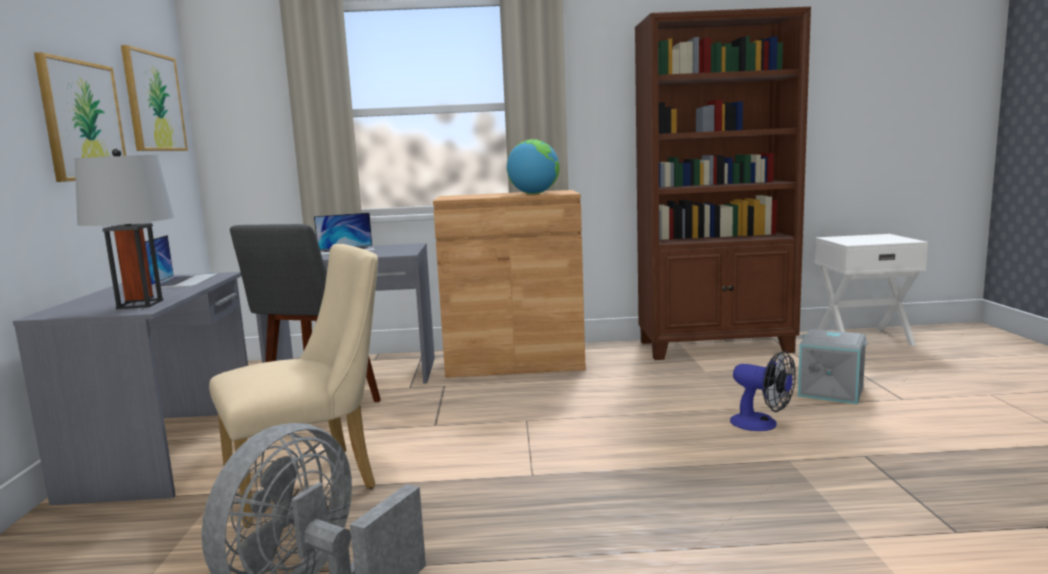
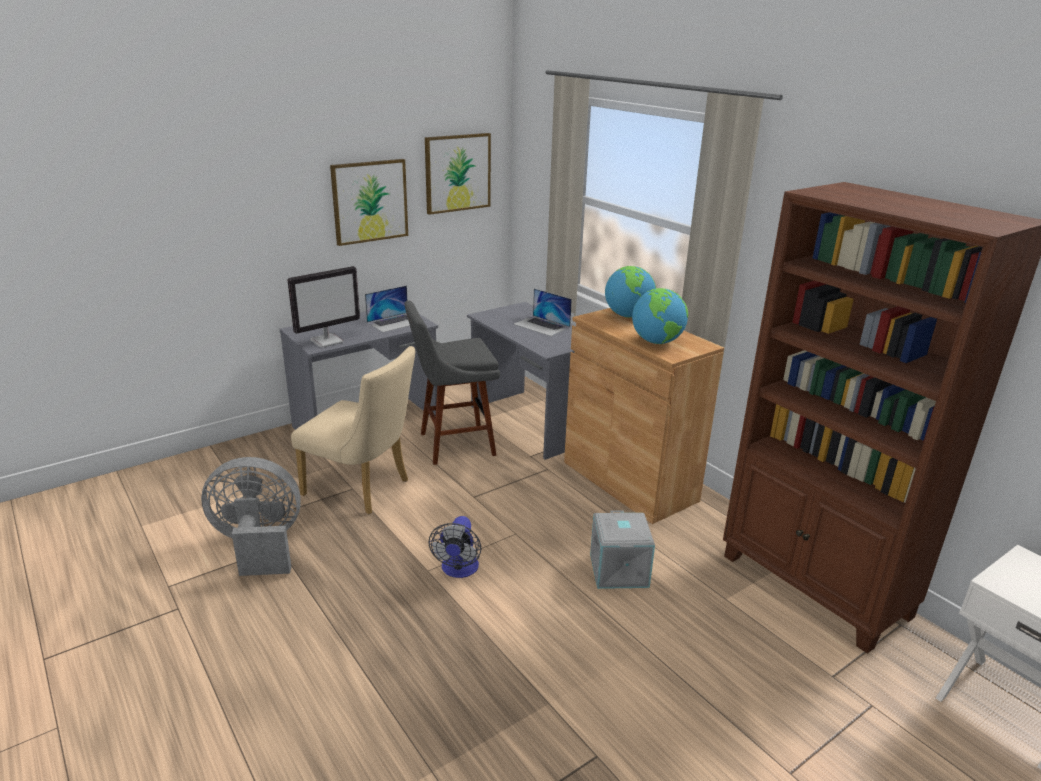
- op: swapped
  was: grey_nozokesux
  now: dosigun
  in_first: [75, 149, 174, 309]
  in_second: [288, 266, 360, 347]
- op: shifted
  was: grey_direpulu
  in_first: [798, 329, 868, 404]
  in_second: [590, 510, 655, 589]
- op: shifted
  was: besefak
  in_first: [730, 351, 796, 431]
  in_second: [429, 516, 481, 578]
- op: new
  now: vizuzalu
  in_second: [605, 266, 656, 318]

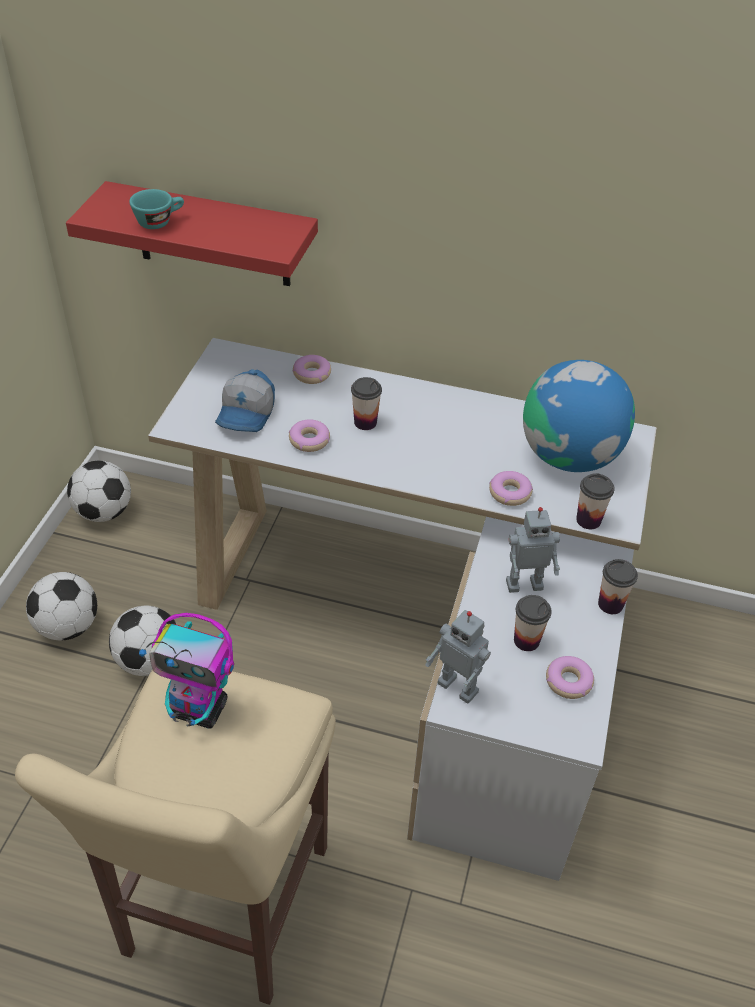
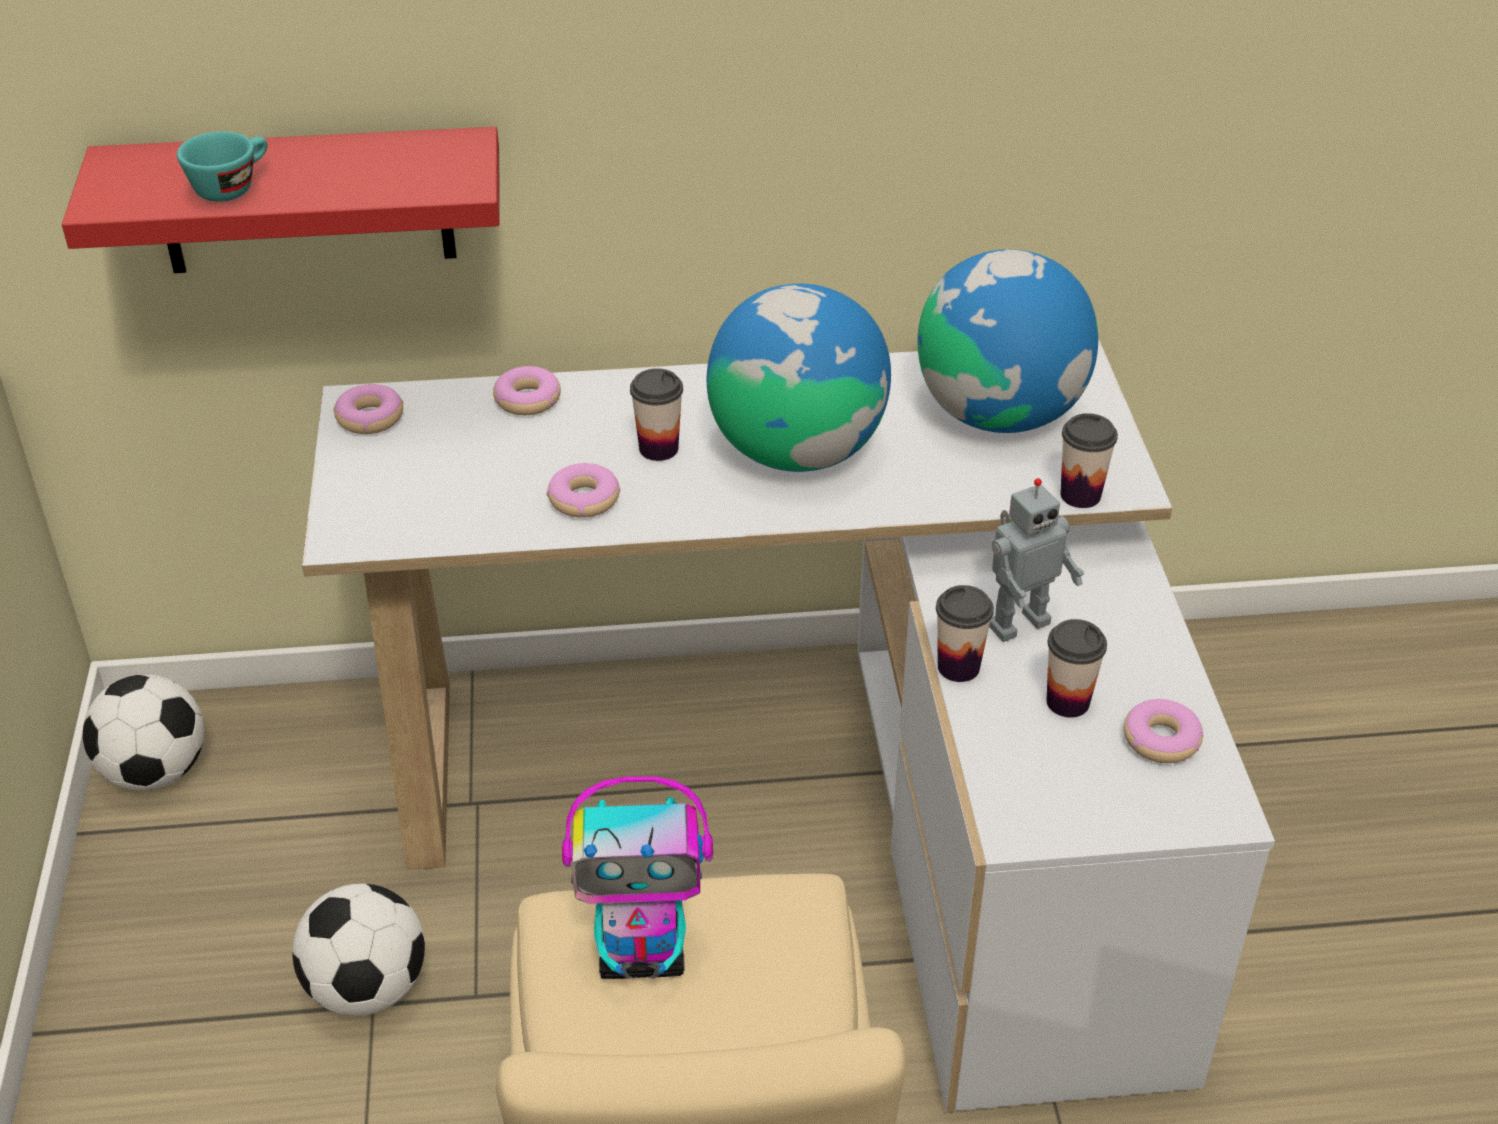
- op: gone
  was: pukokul
  in_first: [215, 369, 275, 432]
- op: shifted
  was: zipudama
  in_first: [489, 471, 533, 506]
  in_second: [334, 384, 403, 434]
- op: shifted
  was: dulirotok
  in_first: [598, 559, 638, 614]
  in_second: [936, 585, 994, 682]
- op: gone
  was: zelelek
  in_first: [26, 572, 97, 640]
- op: gone
  was: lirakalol
  in_first: [425, 610, 491, 704]
- op: new
  now: vizuzalu
  in_second: [707, 284, 891, 472]

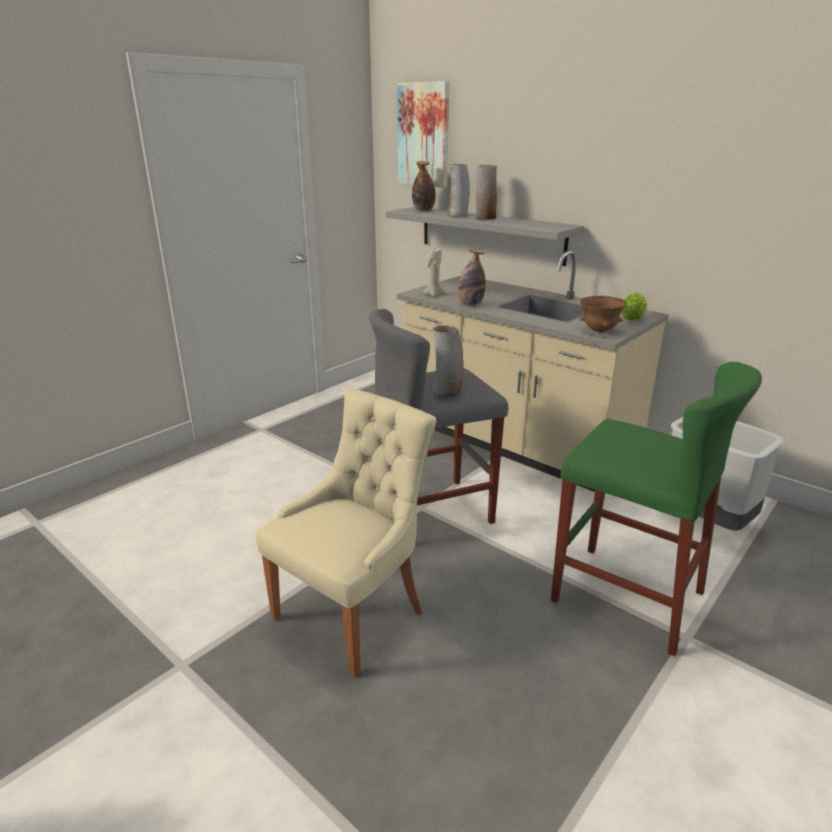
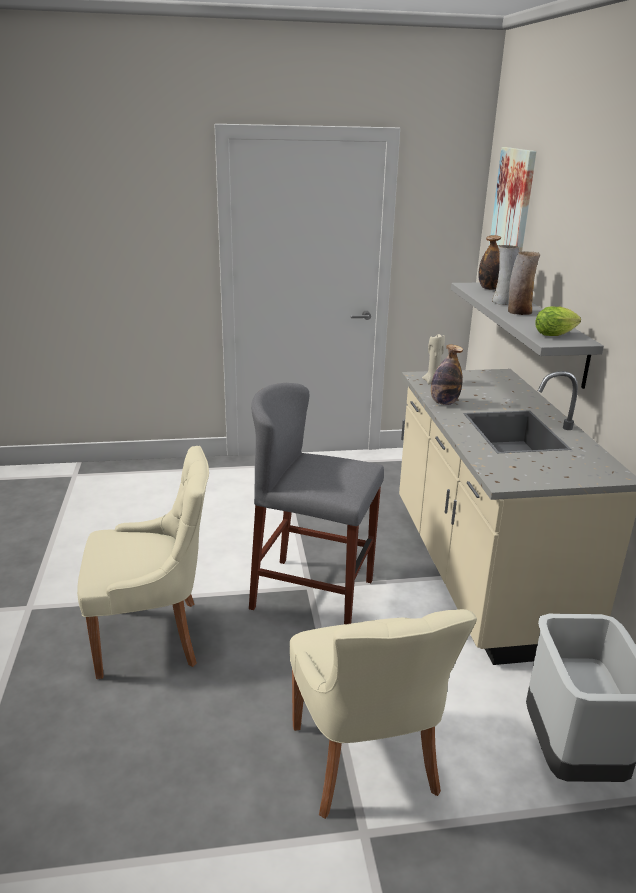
- op: shifted
  was: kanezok
  in_first: [621, 293, 647, 321]
  in_second: [535, 306, 581, 336]
- op: gone
  was: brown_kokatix
  in_first: [580, 296, 627, 332]
- op: gone
  was: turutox
  in_first: [433, 325, 464, 397]
- op: swapped
  was: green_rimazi
  now: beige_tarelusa
  in_first: [551, 362, 762, 657]
  in_second: [290, 609, 477, 819]

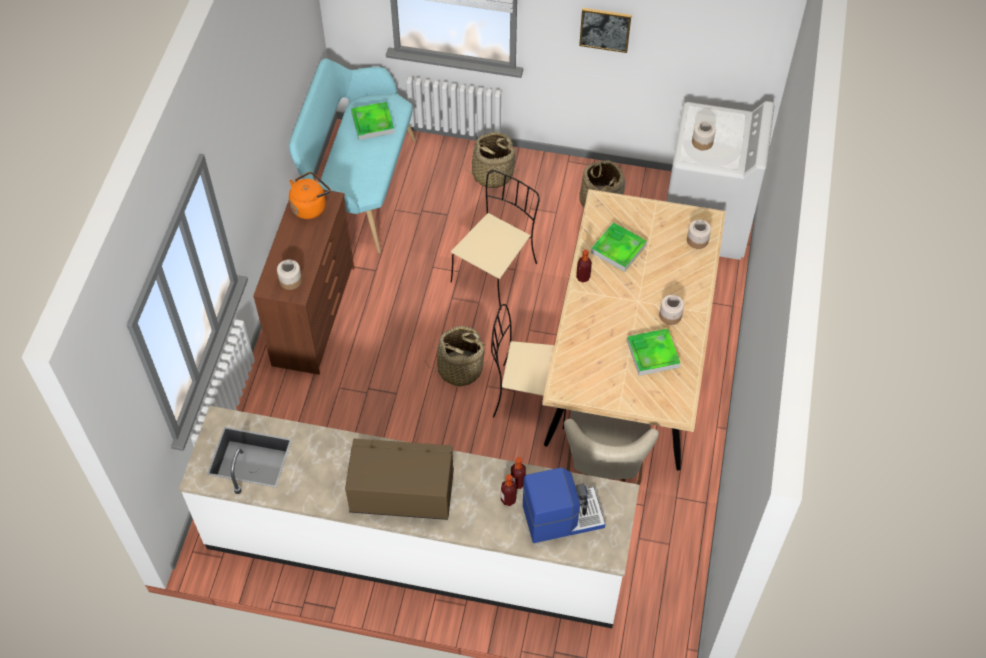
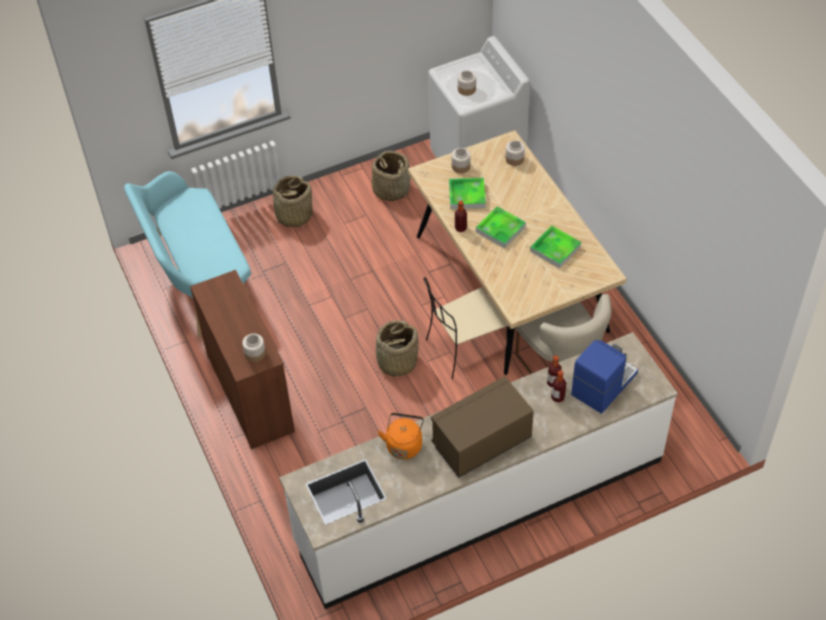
- op: gone
  was: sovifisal
  in_first: [579, 8, 631, 53]
- op: shifted
  was: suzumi
  in_first: [351, 102, 395, 140]
  in_second: [476, 206, 526, 248]
- op: gone
  was: beige_tarelusa
  in_first: [451, 170, 539, 310]
- op: shifted
  was: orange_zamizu
  in_first: [289, 172, 331, 219]
  in_second: [378, 413, 424, 459]
- op: shifted
  was: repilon
  in_first: [659, 295, 684, 325]
  in_second: [452, 148, 470, 173]

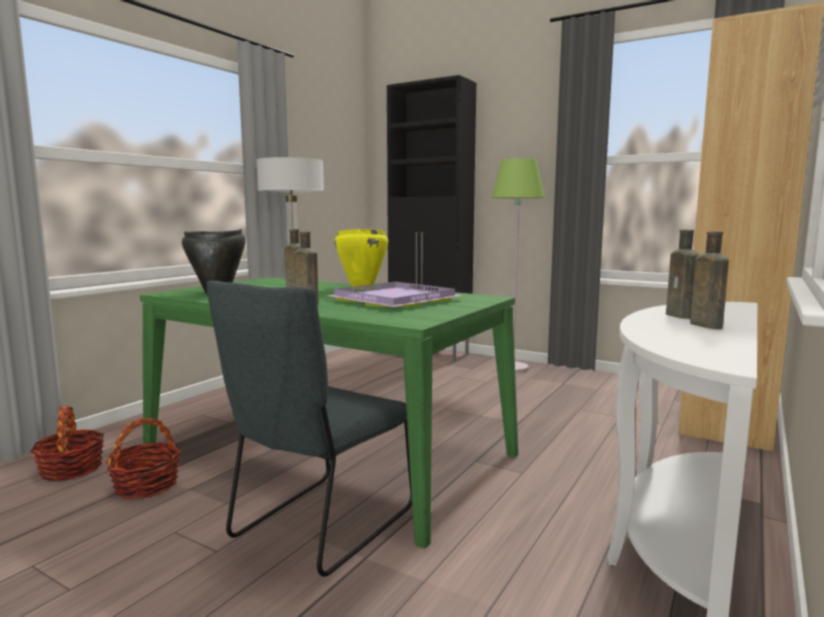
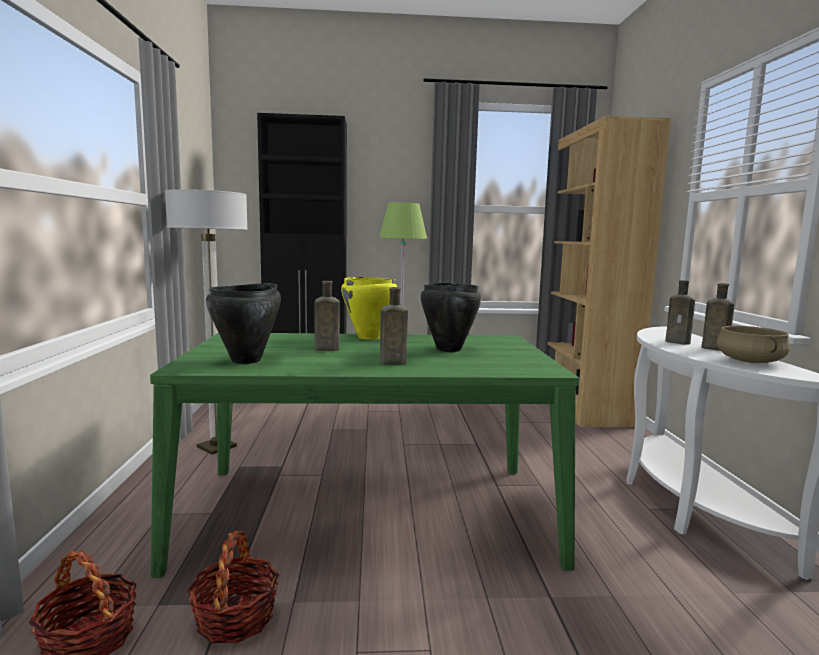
- op: gone
  was: grey_tarelusa
  in_first: [206, 280, 412, 577]
- op: swapped
  was: purple_suzumi
  now: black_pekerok
  in_first: [327, 282, 463, 307]
  in_second: [421, 283, 481, 352]
- op: new
  now: beige_pekerok
  in_second: [716, 326, 790, 363]

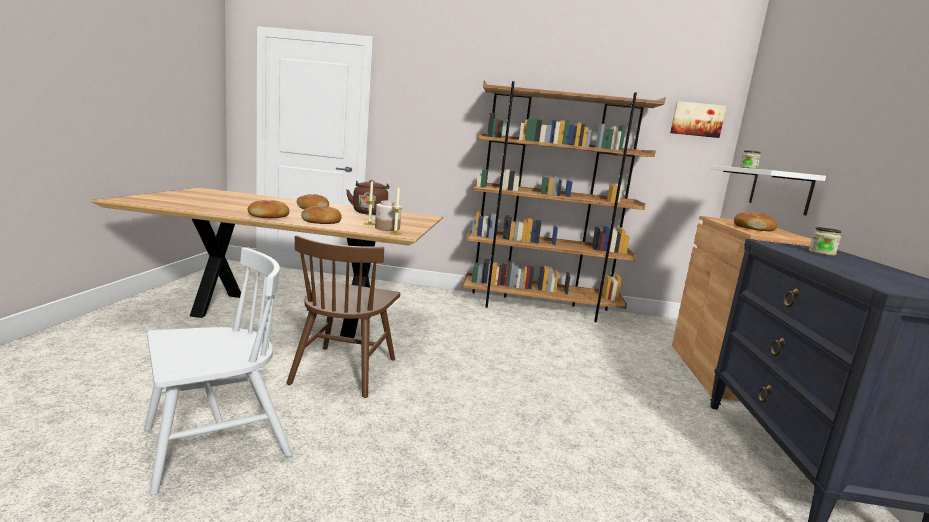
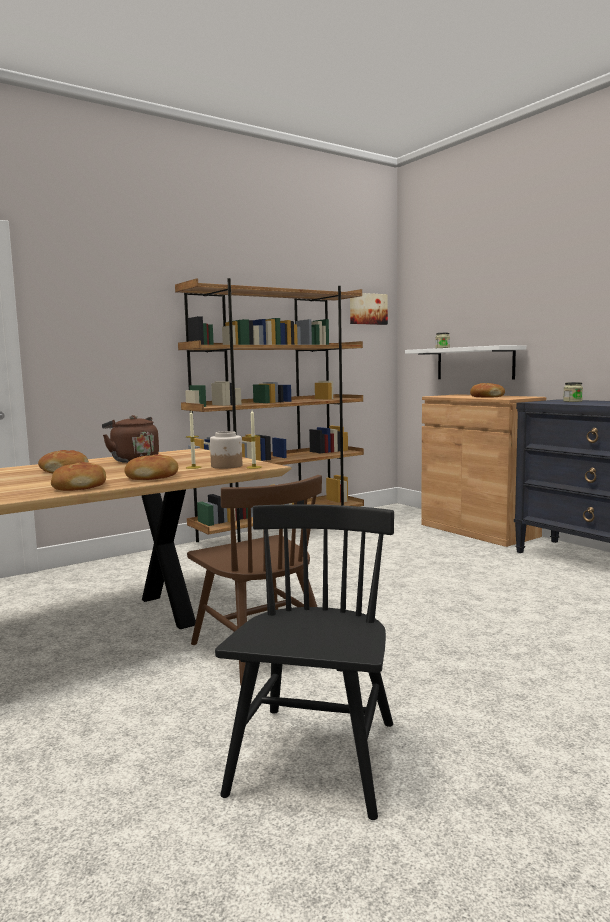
- op: repainted
  was: white_tarelusa
  now: black_tarelusa
  in_first: [144, 248, 292, 495]
  in_second: [215, 504, 394, 820]

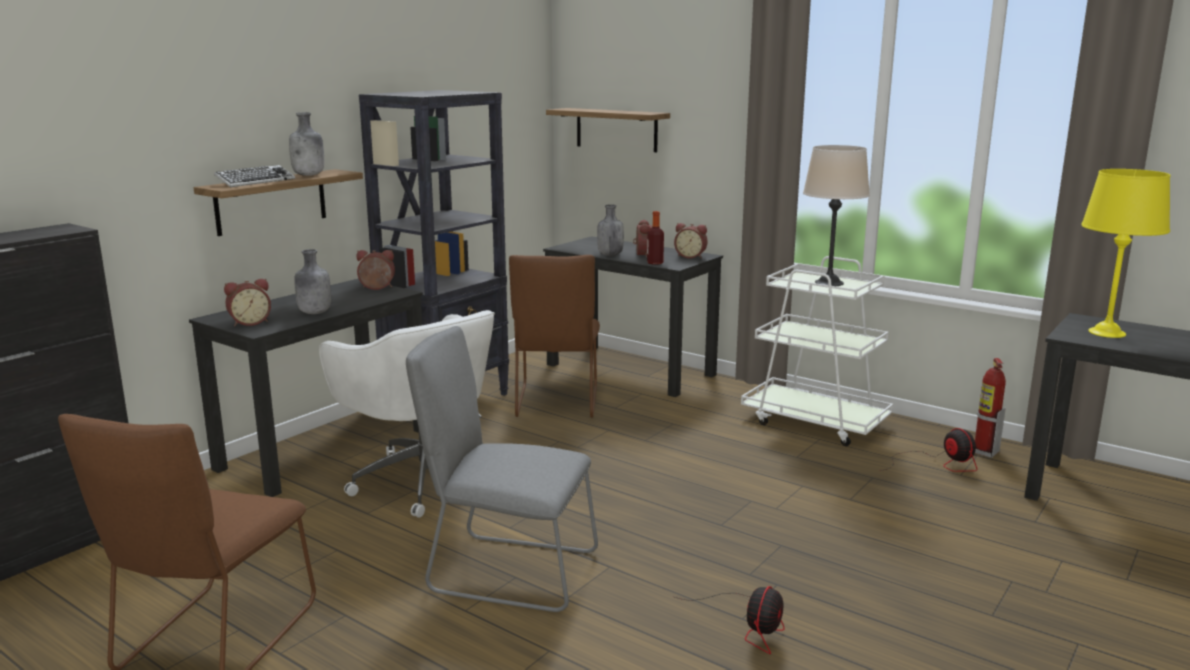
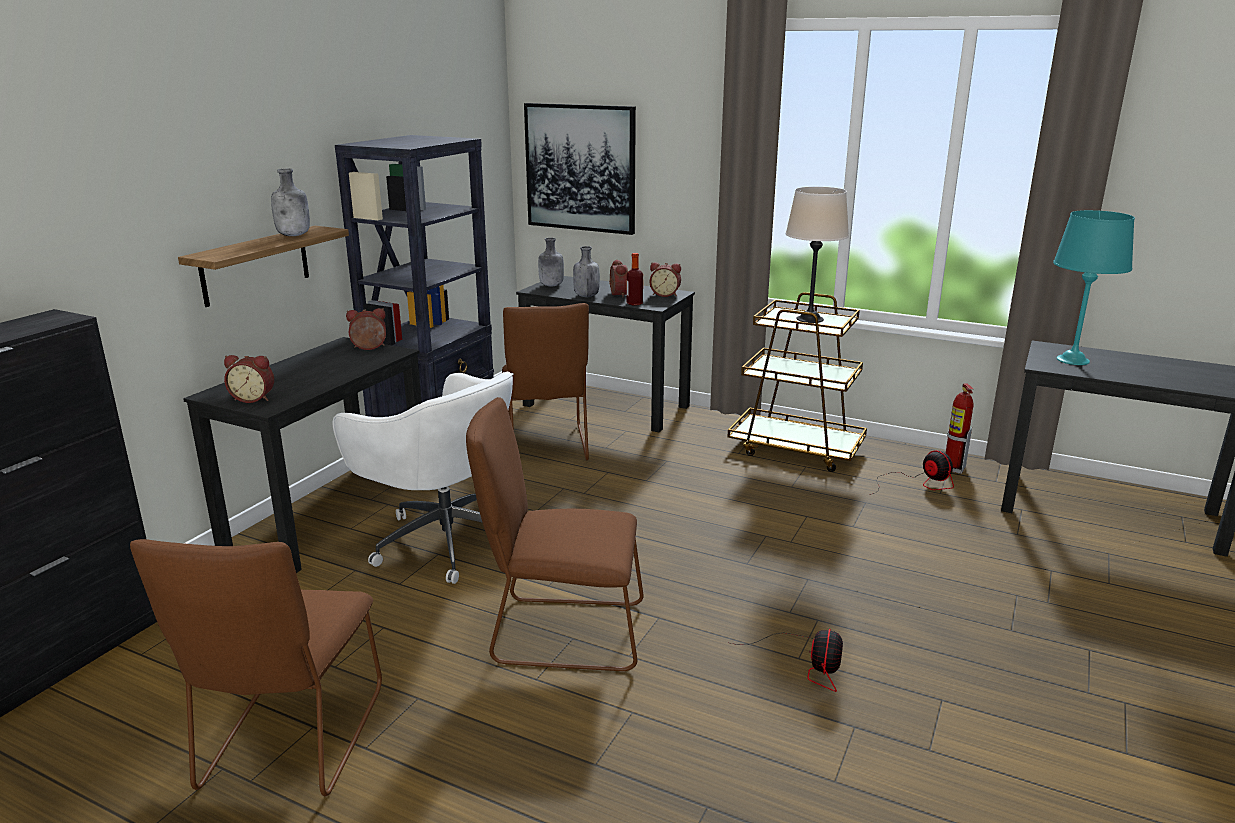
- op: swapped
  was: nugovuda
  now: sovifisal
  in_first: [546, 108, 670, 152]
  in_second: [524, 103, 636, 235]
- op: gone
  was: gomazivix
  in_first: [214, 165, 295, 187]
- op: repainted
  was: yellow_nozokesux
  now: turquoise_nozokesux
  in_first: [1081, 169, 1170, 338]
  in_second: [1053, 210, 1135, 365]
- op: shifted
  was: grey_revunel
  in_first: [294, 249, 331, 314]
  in_second: [538, 238, 564, 287]
- op: repainted
  was: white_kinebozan
  now: brown_kinebozan
  in_first: [741, 256, 893, 446]
  in_second: [727, 292, 867, 472]
- op: rotated
  was: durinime
  in_first: [224, 279, 271, 327]
  in_second: [224, 355, 274, 403]
  clockwise: 45
- op: repainted
  was: grey_tarelusa
  now: brown_tarelusa
  in_first: [406, 326, 598, 612]
  in_second: [466, 397, 644, 671]

